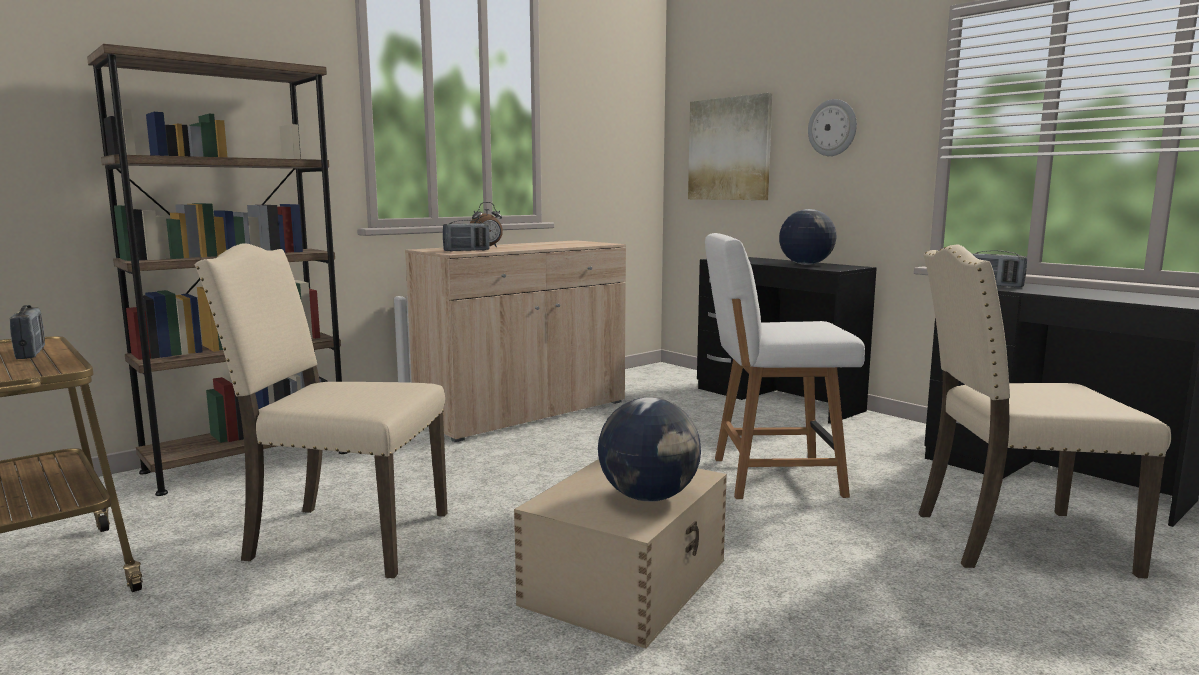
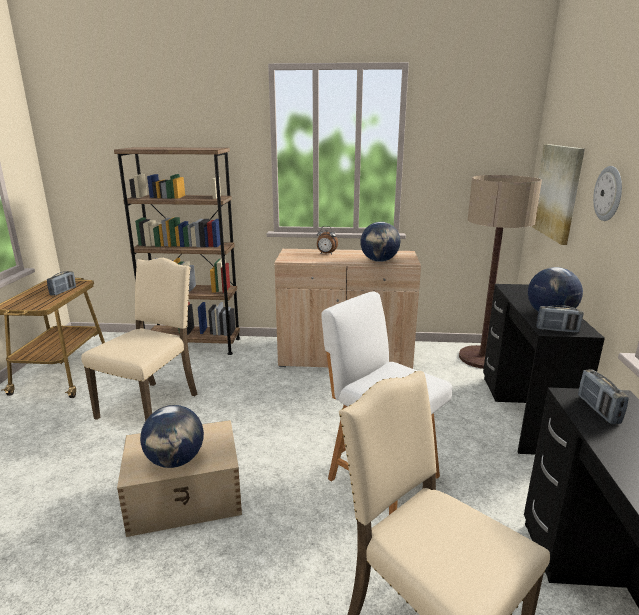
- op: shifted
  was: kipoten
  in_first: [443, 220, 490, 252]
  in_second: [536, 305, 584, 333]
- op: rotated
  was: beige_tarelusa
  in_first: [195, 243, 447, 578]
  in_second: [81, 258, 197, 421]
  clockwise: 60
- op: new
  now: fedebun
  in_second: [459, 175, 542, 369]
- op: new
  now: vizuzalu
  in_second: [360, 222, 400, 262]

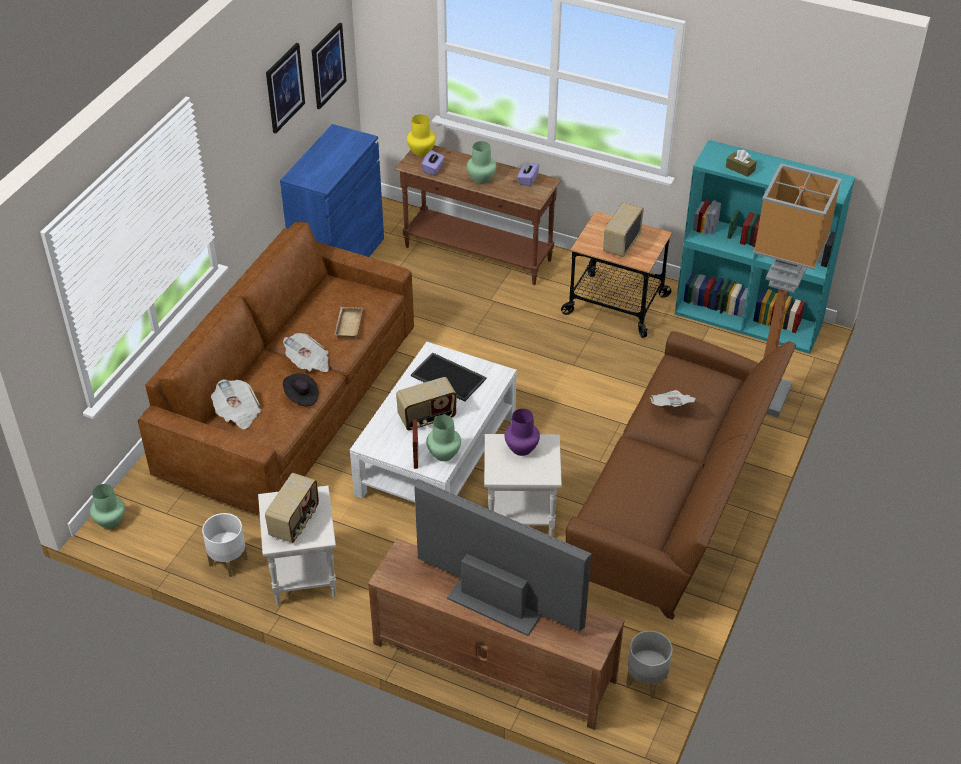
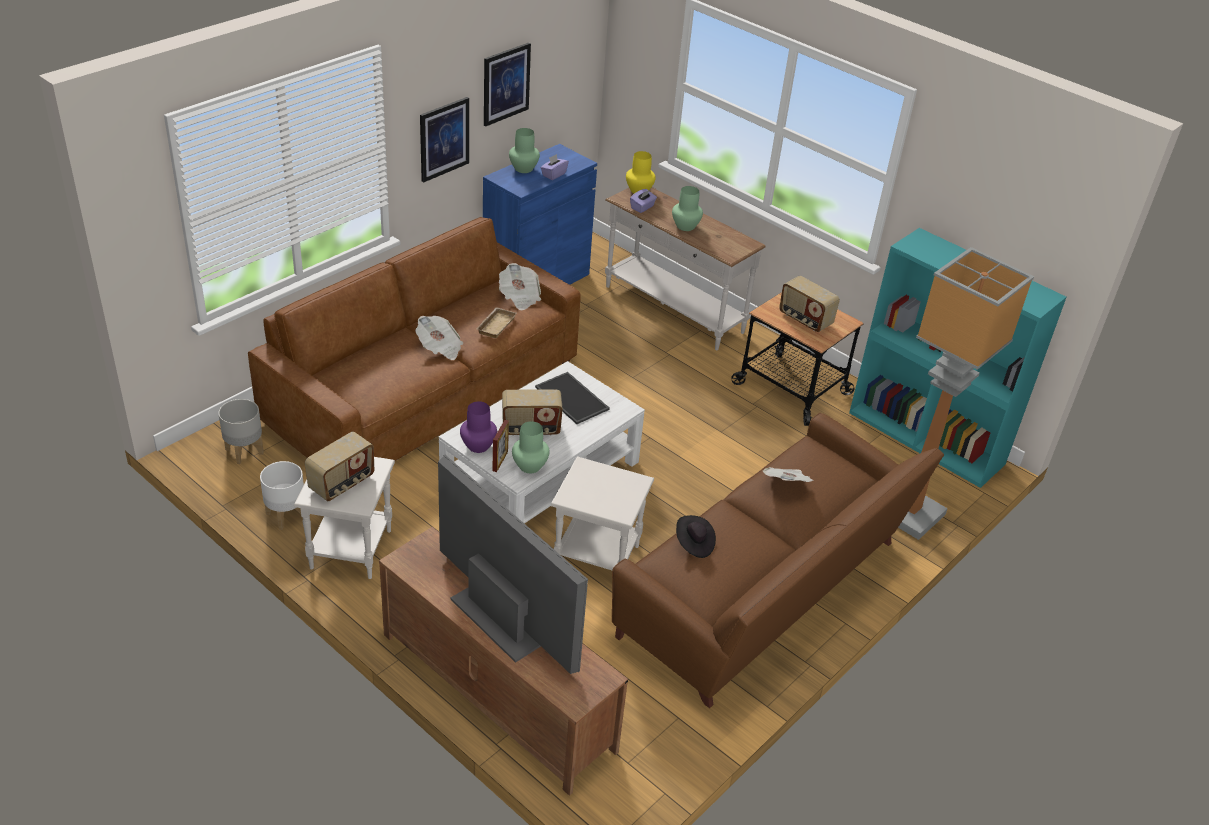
- op: shifted
  was: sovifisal
  in_first: [312, 23, 347, 109]
  in_second: [420, 97, 469, 182]
- op: repainted
  was: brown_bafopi
  now: white_bafopi
  in_first: [394, 145, 561, 285]
  in_second: [605, 187, 766, 351]
- op: gone
  was: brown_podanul
  in_first: [726, 150, 757, 177]
- op: shifted
  was: purple_podanul
  in_first: [517, 162, 539, 187]
  in_second: [540, 154, 569, 180]
- op: rotated
  was: kipoten
  in_first: [603, 202, 644, 257]
  in_second: [779, 276, 840, 332]
  clockwise: -90
- op: shifted
  was: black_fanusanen
  in_first: [283, 374, 319, 406]
  in_second: [676, 515, 716, 558]
- op: shifted
  was: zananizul
  in_first: [211, 379, 262, 429]
  in_second: [499, 263, 541, 311]
- op: shifted
  was: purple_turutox
  in_first: [505, 409, 540, 456]
  in_second: [460, 401, 497, 453]
- op: shifted
  was: green_turutox
  in_first: [90, 484, 125, 529]
  in_second: [509, 128, 540, 173]
- op: shifted
  was: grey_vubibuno
  in_first: [626, 631, 673, 699]
  in_second: [218, 399, 264, 464]

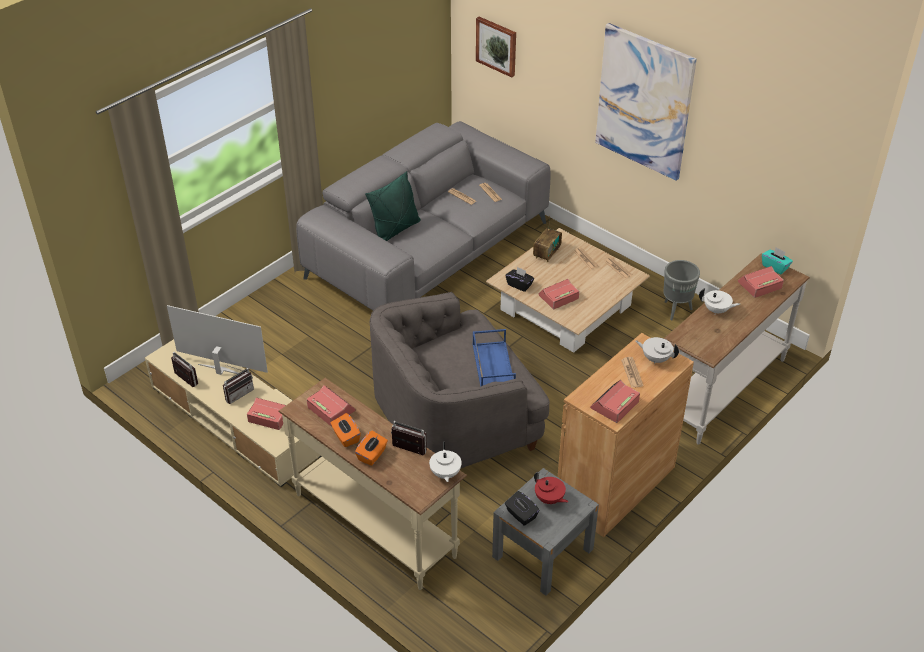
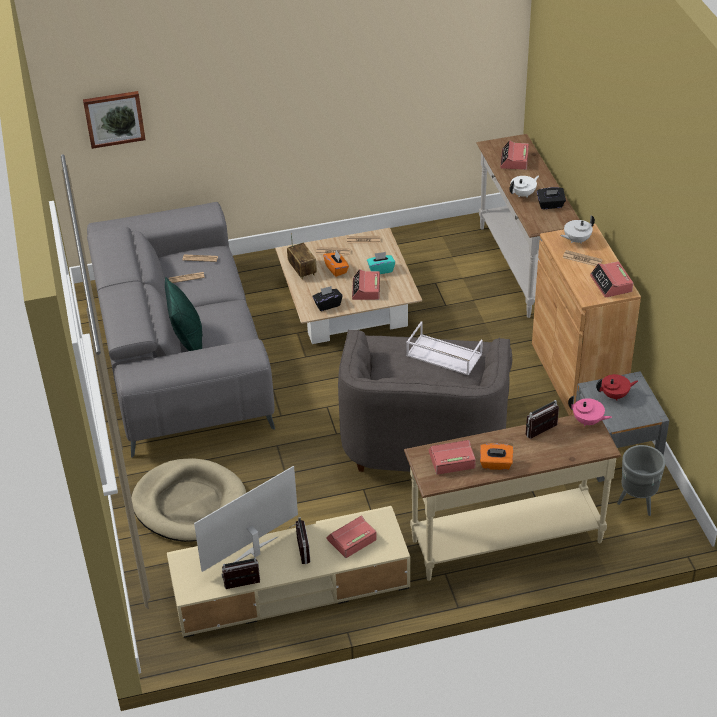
- op: gone
  was: sovifisal
  in_first: [595, 23, 697, 181]
- op: shifted
  was: turquoise_podanul
  in_first: [762, 247, 793, 274]
  in_second: [367, 252, 395, 274]
- op: shifted
  was: grey_vubibuno
  in_first: [663, 260, 700, 320]
  in_second: [617, 445, 666, 516]
- op: repainted
  was: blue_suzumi
  now: white_suzumi
  in_first: [473, 329, 516, 387]
  in_second: [406, 321, 483, 376]
- op: shifted
  was: orange_podanul
  in_first: [355, 431, 388, 466]
  in_second: [323, 250, 349, 277]
- op: repainted
  was: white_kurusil
  now: pink_kurusil
  in_first: [429, 442, 462, 482]
  in_second: [568, 395, 612, 426]
- op: shifted
  was: black_podanul
  in_first: [505, 491, 539, 526]
  in_second: [537, 187, 566, 209]
- op: new
  now: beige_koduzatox
  in_second: [131, 458, 246, 542]

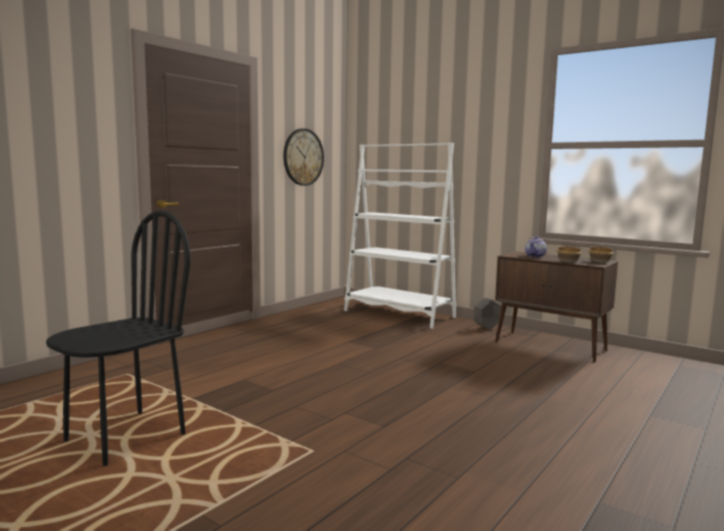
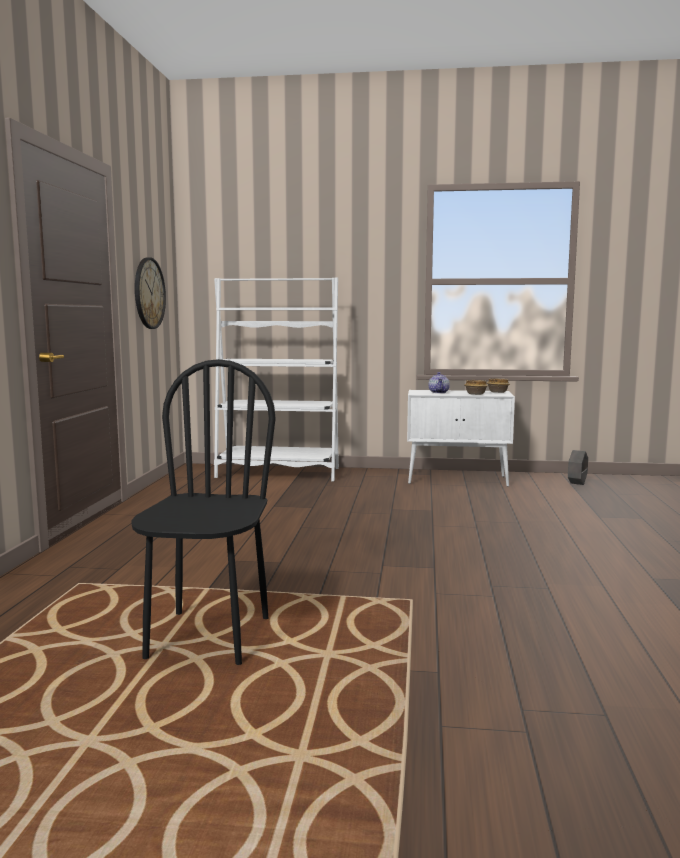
- op: repainted
  was: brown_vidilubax
  now: white_vidilubax
  in_first: [495, 251, 618, 362]
  in_second: [407, 390, 515, 487]
- op: shifted
  was: grey_vubibuno
  in_first: [474, 298, 501, 330]
  in_second: [568, 450, 588, 485]

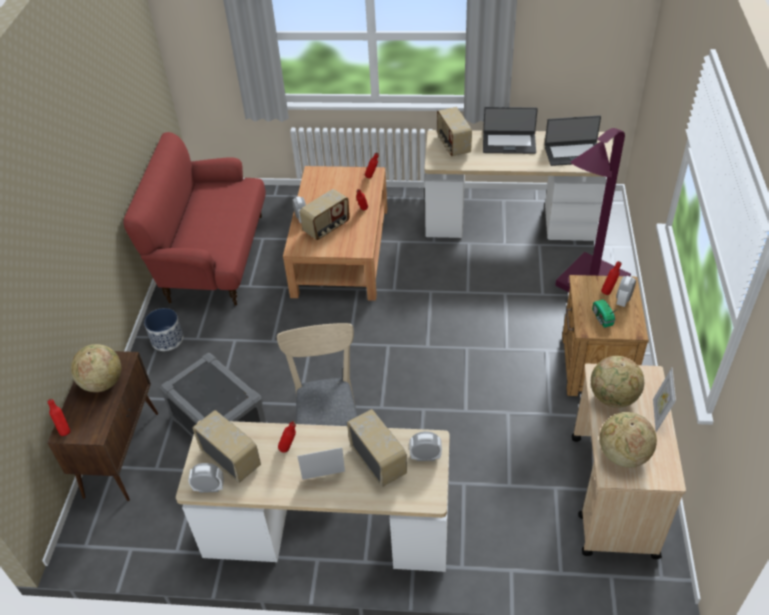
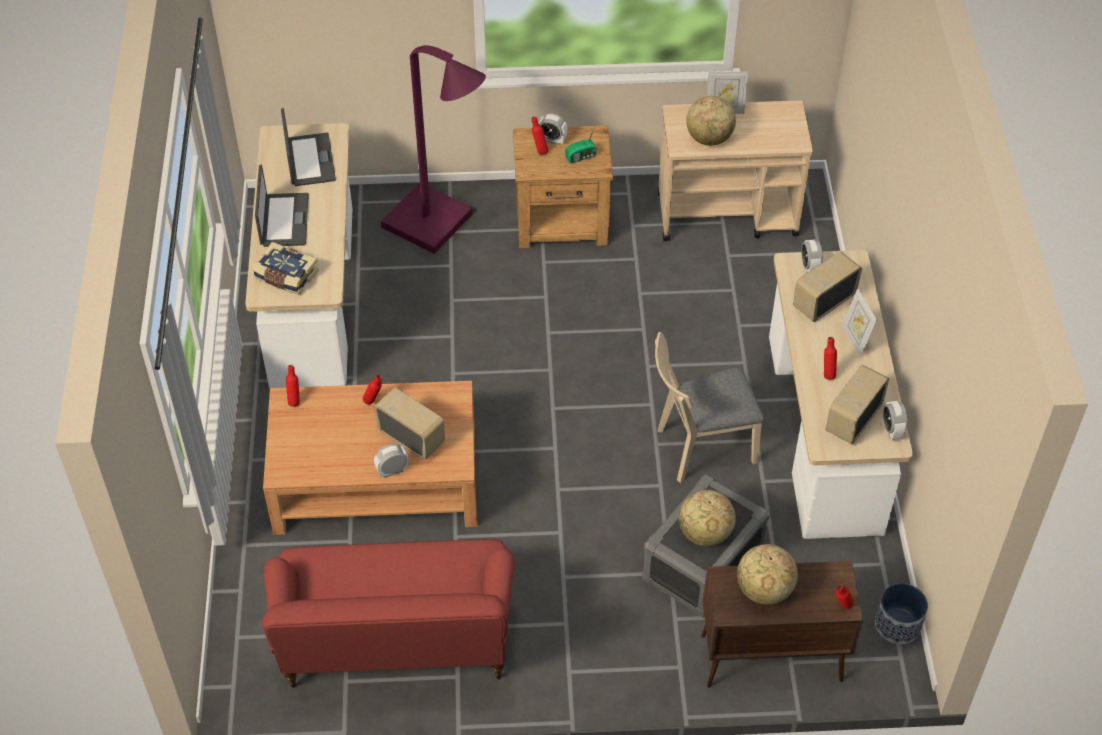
- op: swapped
  was: kipoten
  now: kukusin
  in_first: [437, 107, 472, 156]
  in_second: [252, 242, 319, 295]
- op: shifted
  was: vubibuno
  in_first: [144, 308, 183, 351]
  in_second: [875, 583, 928, 644]
- op: shifted
  was: vizuzalu
  in_first: [600, 412, 657, 468]
  in_second: [679, 490, 736, 546]

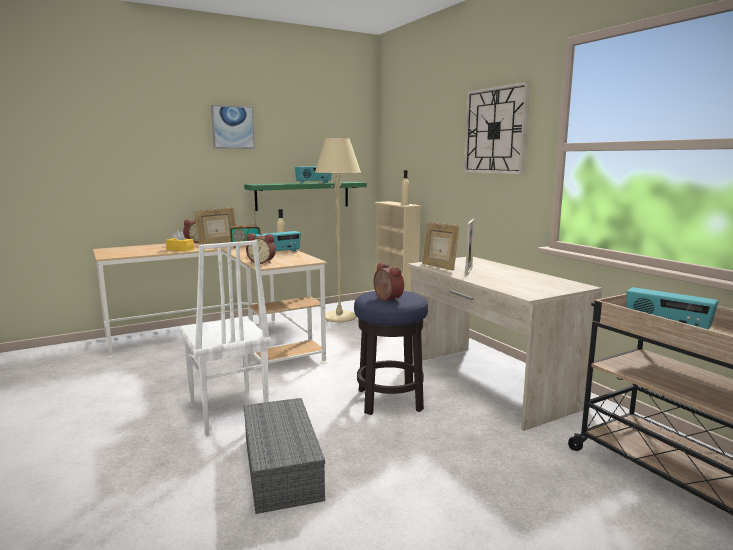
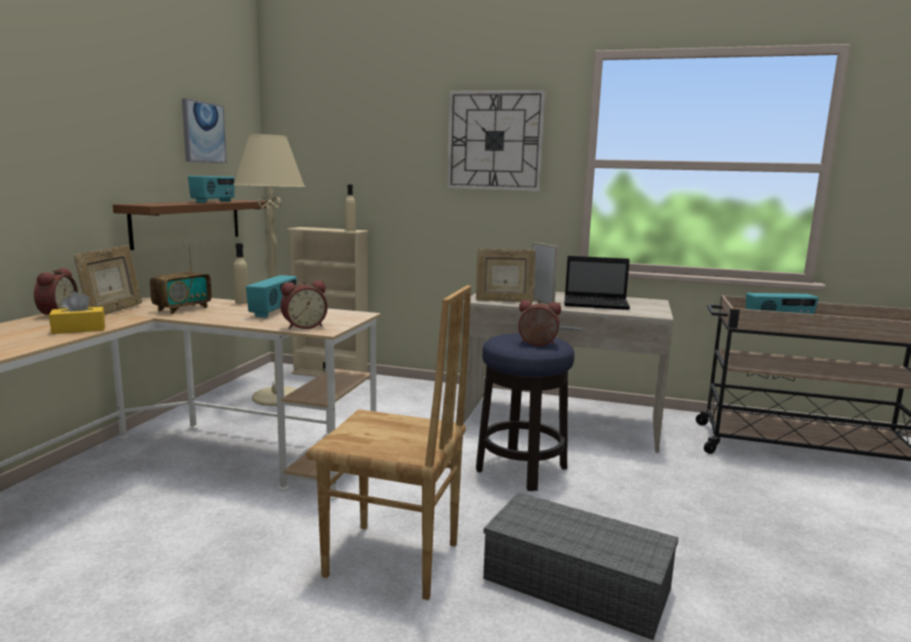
- op: shifted
  was: sovifisal
  in_first: [211, 105, 255, 149]
  in_second: [182, 98, 227, 164]
- op: repainted
  was: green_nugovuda
  now: brown_nugovuda
  in_first: [244, 182, 367, 211]
  in_second: [113, 200, 273, 250]
- op: repainted
  was: white_tarelusa
  now: brown_tarelusa
  in_first: [179, 240, 271, 436]
  in_second: [306, 285, 471, 600]
- op: new
  now: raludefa
  in_second: [565, 256, 630, 310]

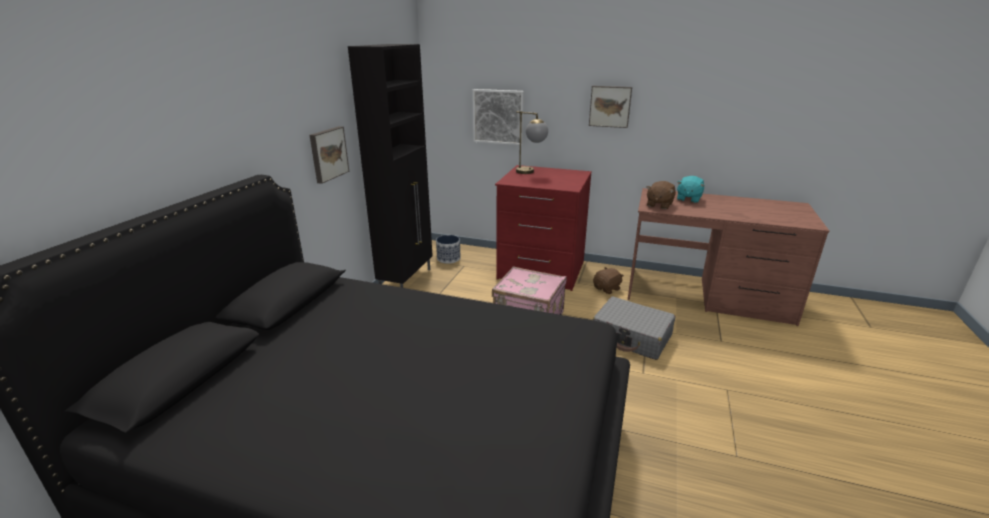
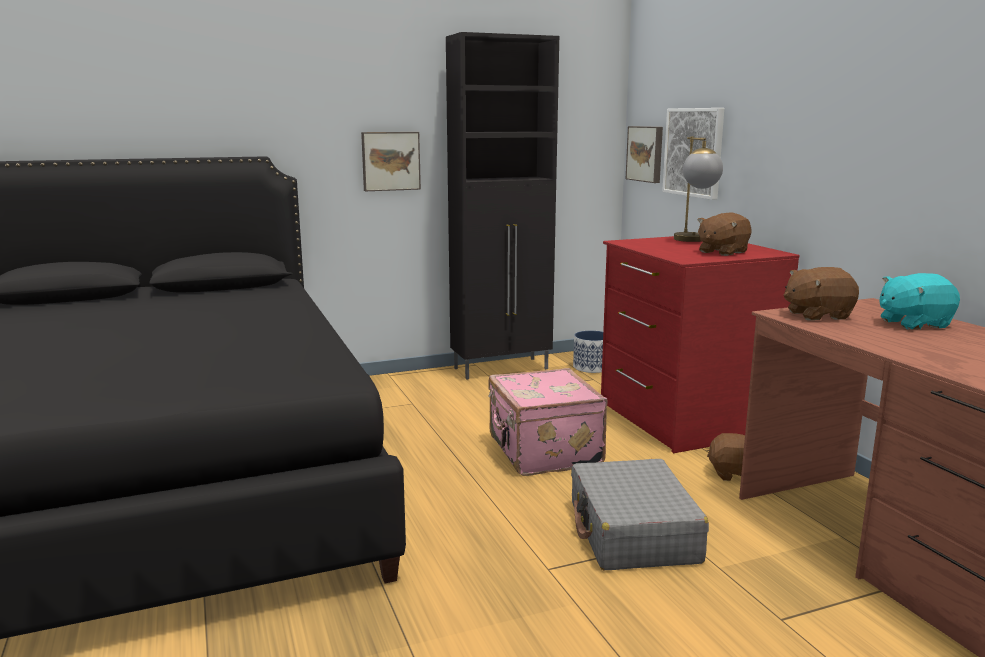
- op: shifted
  was: sovifisal
  in_first: [589, 86, 632, 128]
  in_second: [626, 126, 663, 183]
- op: new
  now: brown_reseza
  in_second: [698, 212, 752, 256]

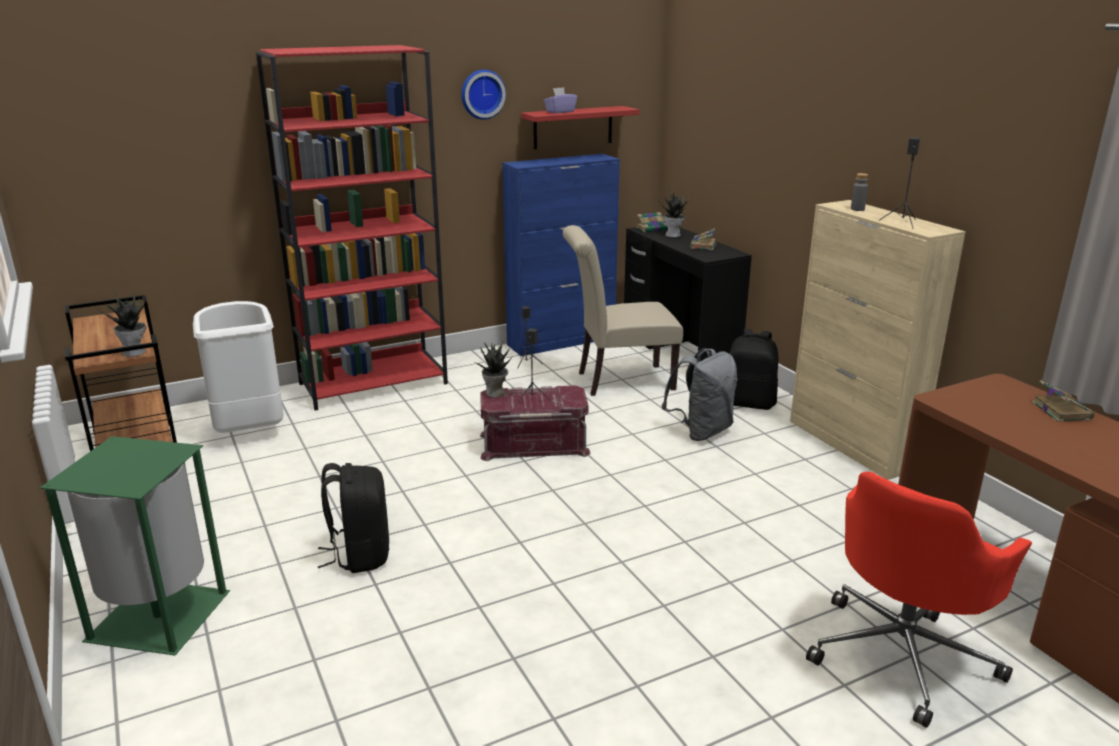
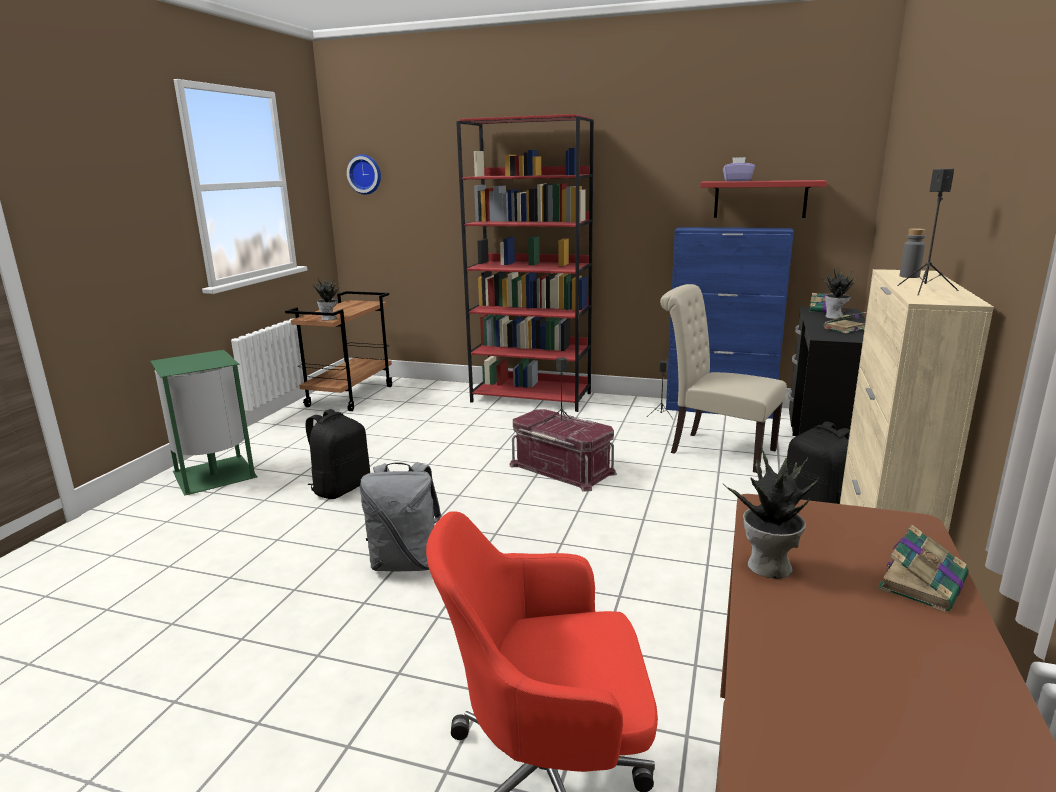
- op: shifted
  was: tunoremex
  in_first: [461, 69, 506, 120]
  in_second: [347, 154, 381, 195]
- op: gone
  was: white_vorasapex
  in_first: [193, 301, 284, 433]
- op: shifted
  was: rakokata
  in_first: [476, 342, 512, 397]
  in_second: [723, 449, 820, 579]
- op: shifted
  was: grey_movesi
  in_first: [661, 348, 737, 441]
  in_second: [360, 462, 441, 572]

